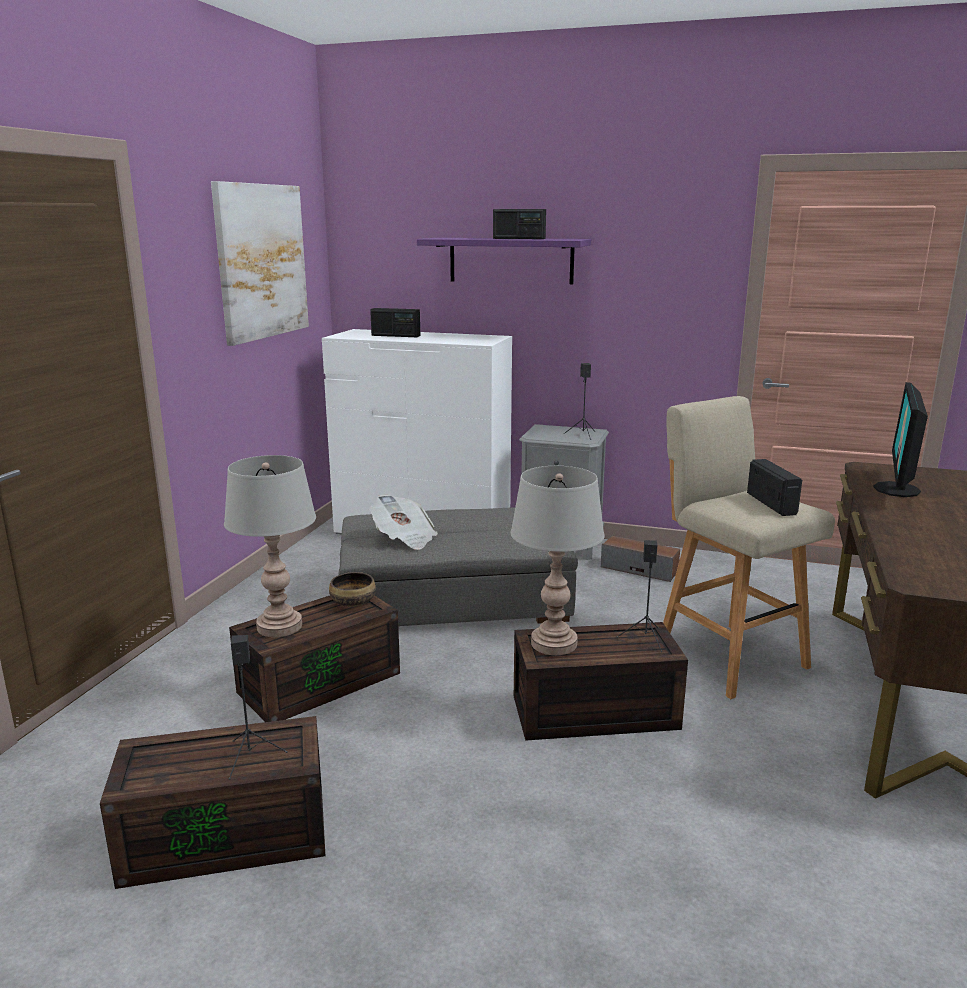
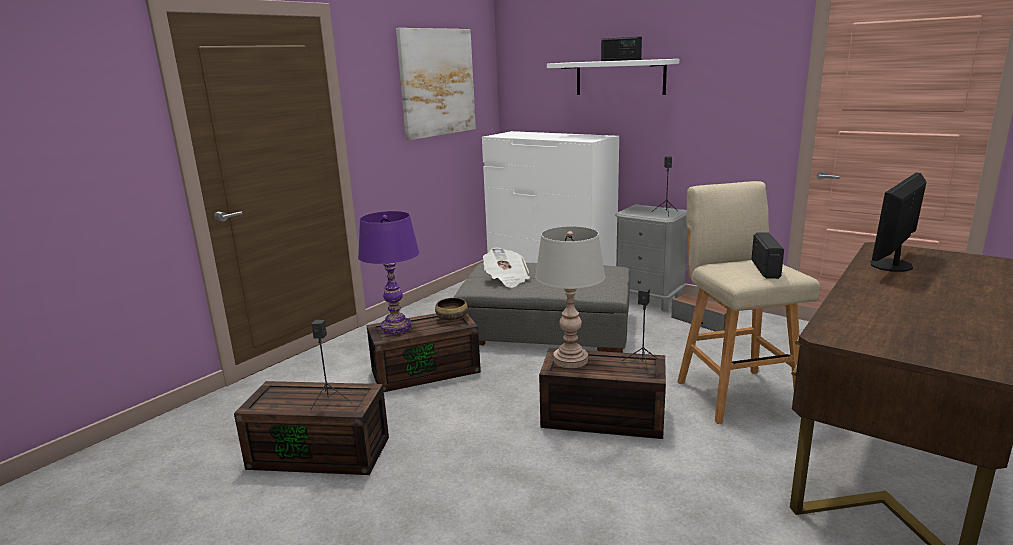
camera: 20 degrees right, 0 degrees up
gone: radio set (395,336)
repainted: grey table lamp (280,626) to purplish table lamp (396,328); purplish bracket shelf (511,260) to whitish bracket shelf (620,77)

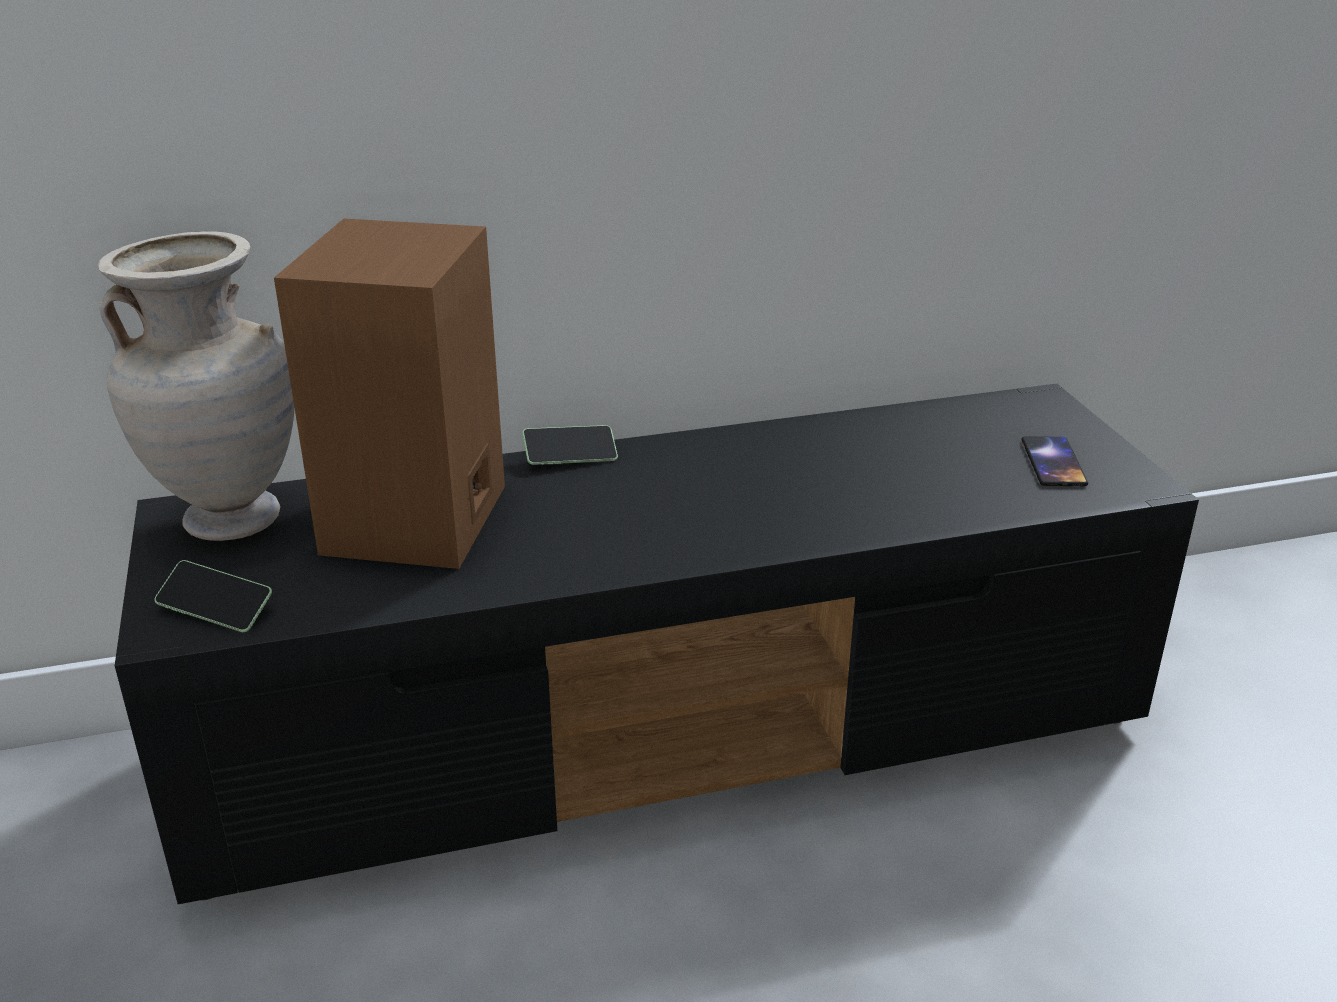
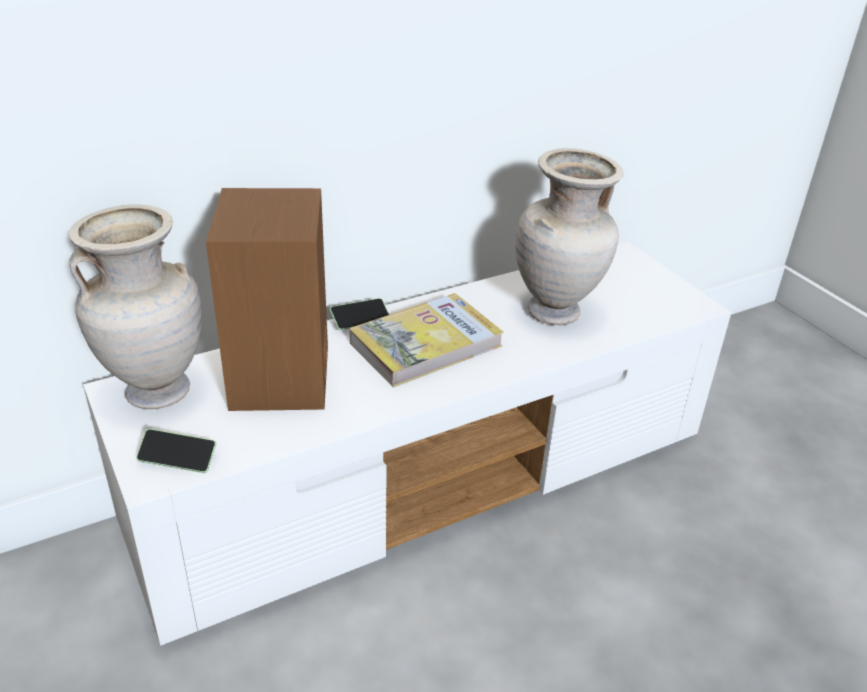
camera: 15 degrees left, 5 degrees up
gone: handset (1053,462)
new: volume (425,344); beige vase (556,313)
repainted: black tv stand (673,729) to whitish tv stand (429,478)

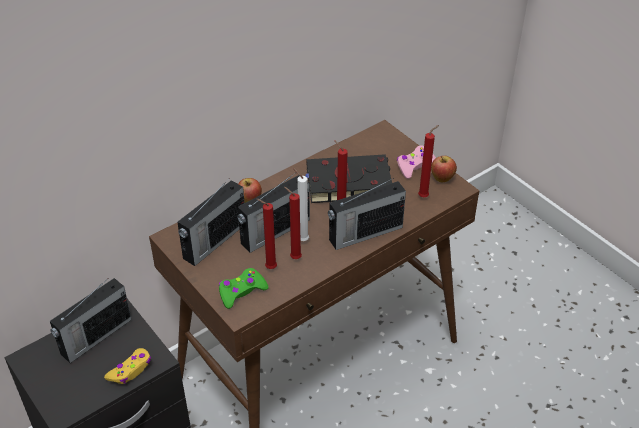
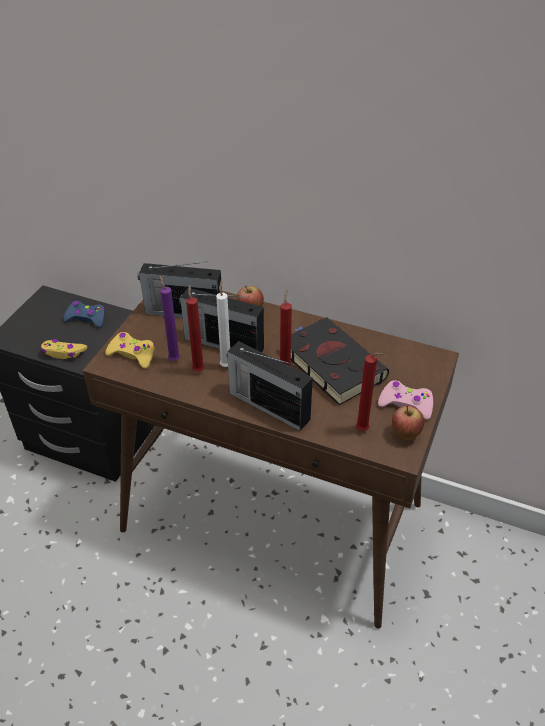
camera: 60 degrees right, 0 degrees up
swapped: radio set (95,337) to bluish game controller (86,318)
repainted: green game controller (241,291) to yellow game controller (132,354); red-coloured candle (269,268) to purplish candle (173,359)

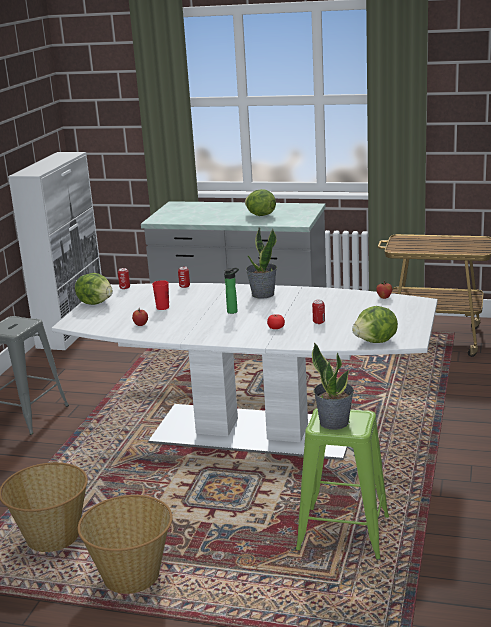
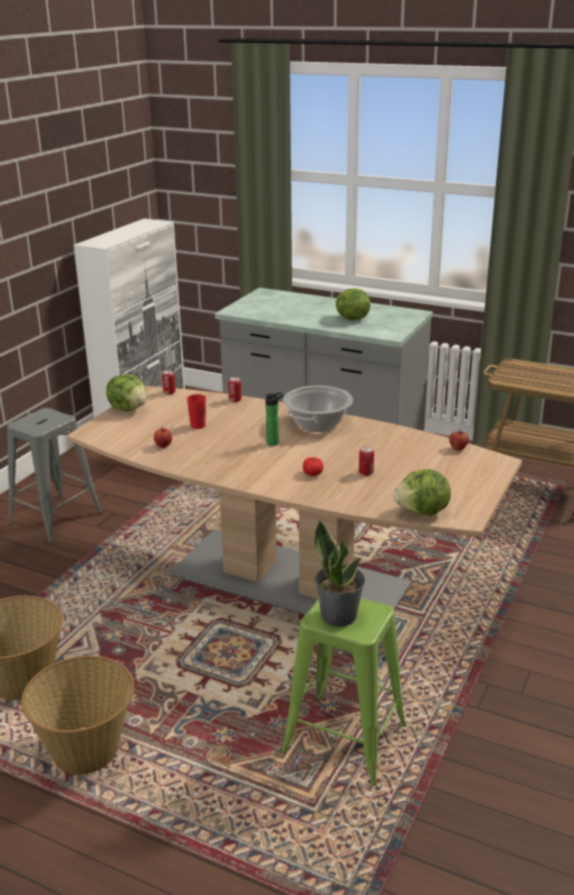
camera: 10 degrees right, 5 degrees up
swapped: houseplant (262,294) to cooking pot (317,424)
repainted: whitish dinner table (252,432) to brownish dinner table (288,580)

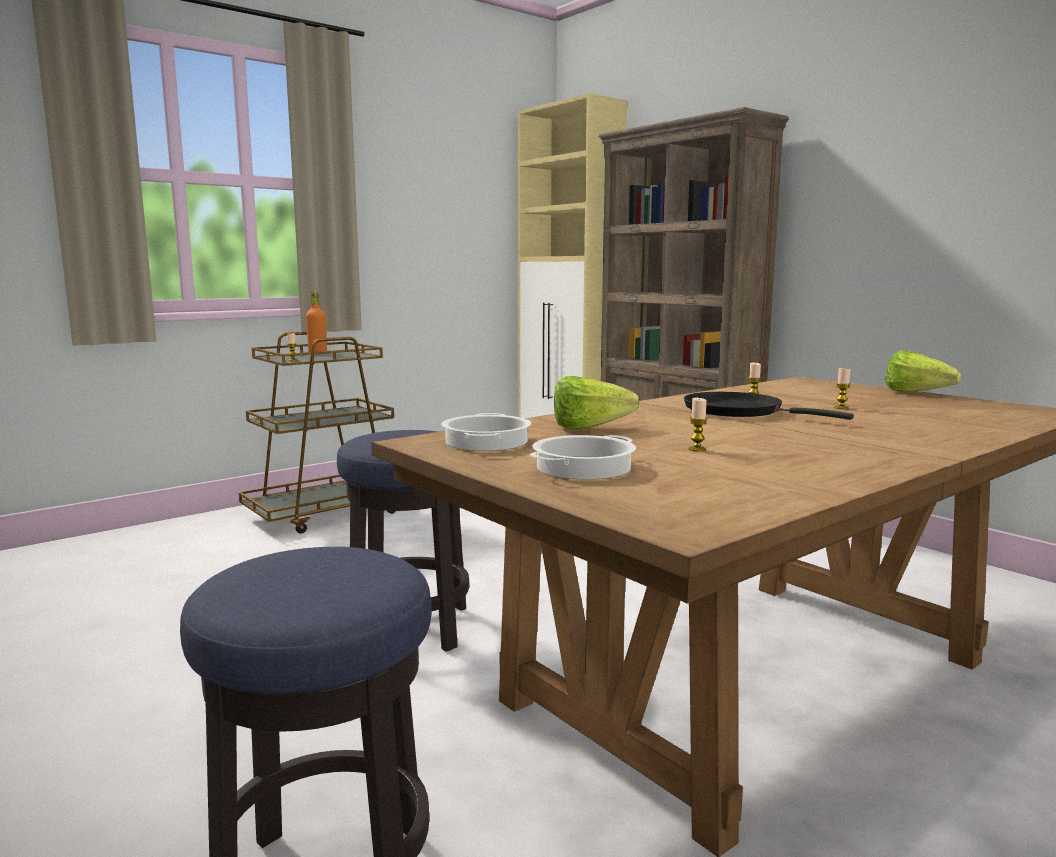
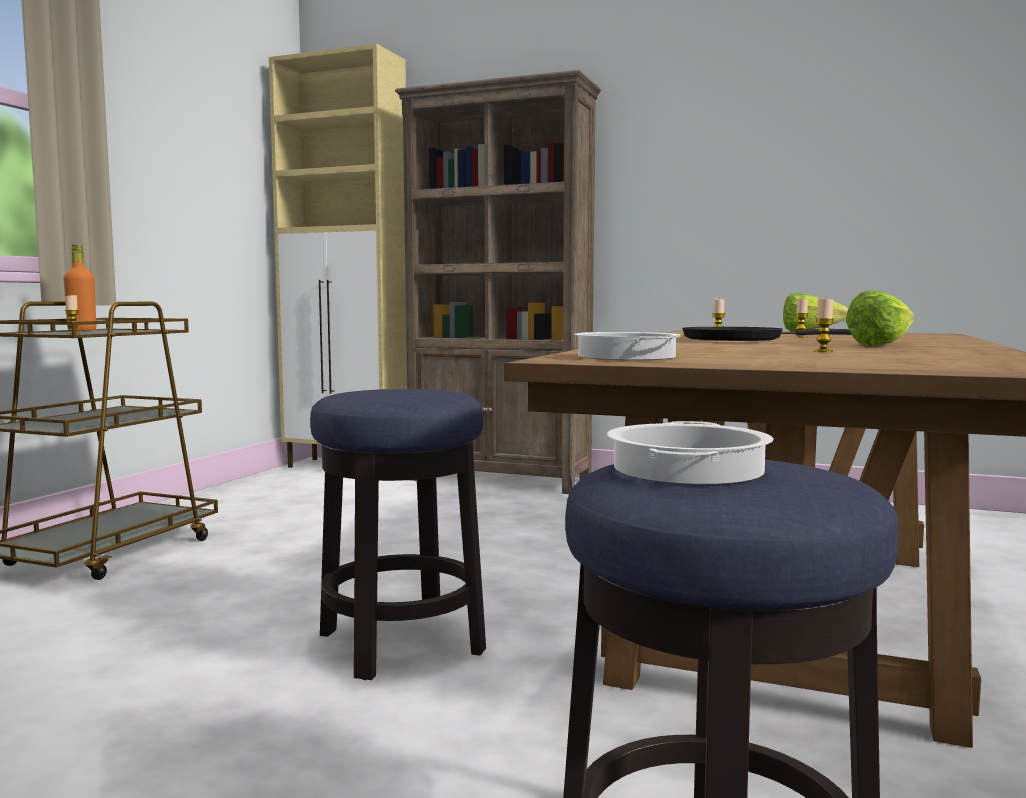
camera: 30 degrees left, 5 degrees down
shifted: cooking pot (583,467) to (686,469); lettuce head (596,428) to (887,344)

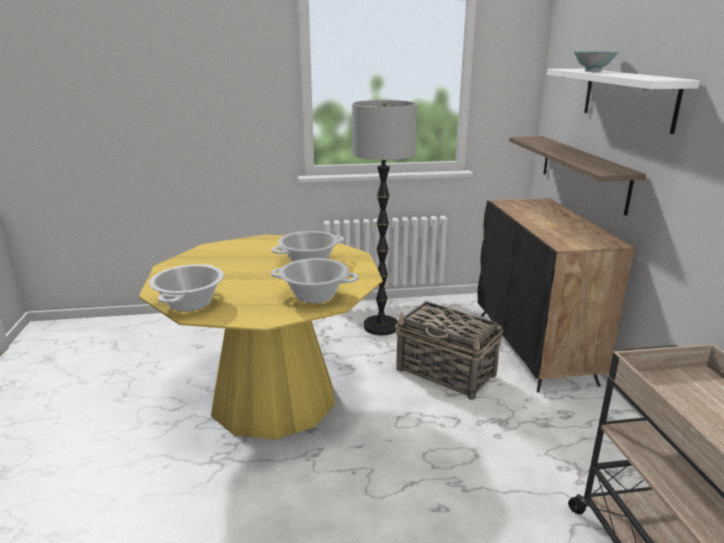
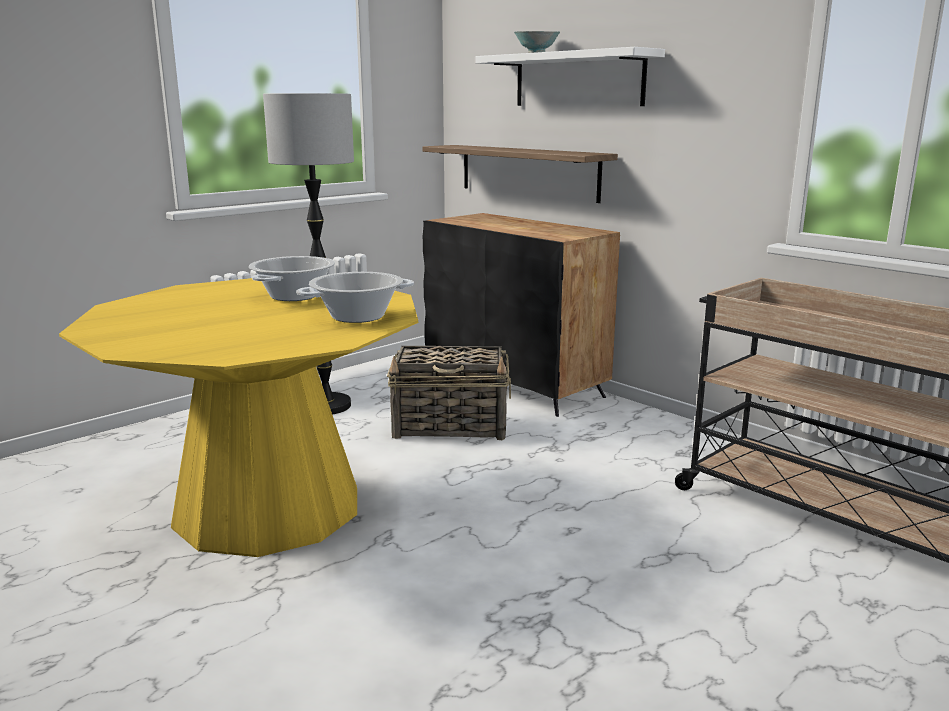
camera: 35 degrees left, 5 degrees down
gone: cooking pot (190,303)

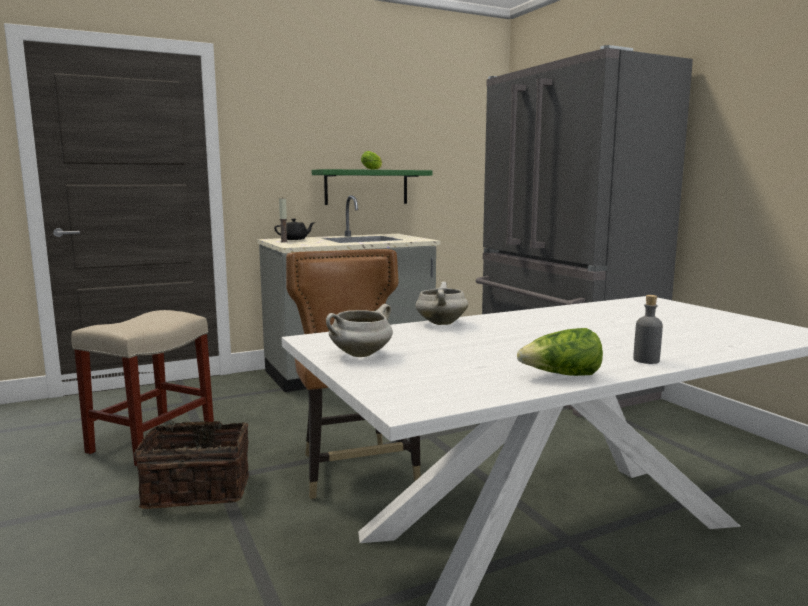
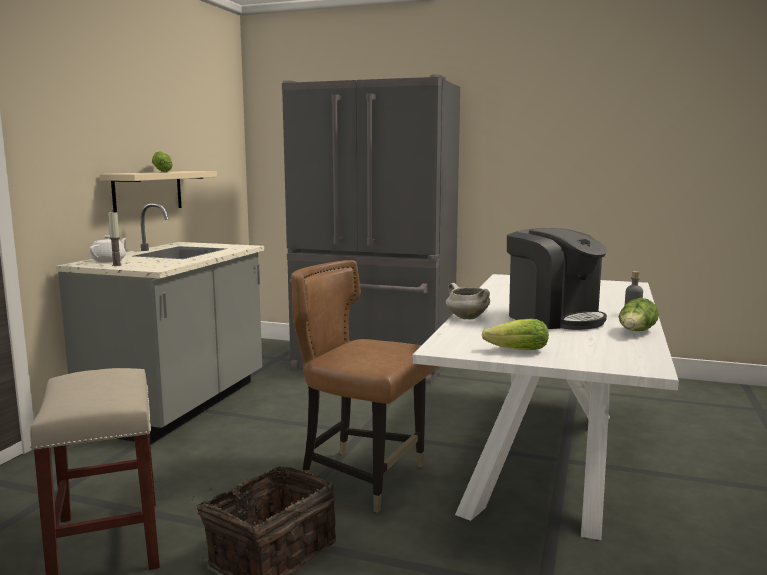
camera: 45 degrees left, 0 degrees up
new: coffee maker (554,317)
swapped: whitish cooking pot (360,355) to lettuce head (513,350)
repainted: black pot for tea (295,239) to whitish pot for tea (109,260); green bracket shelf (366,187) to beige bracket shelf (148,192)

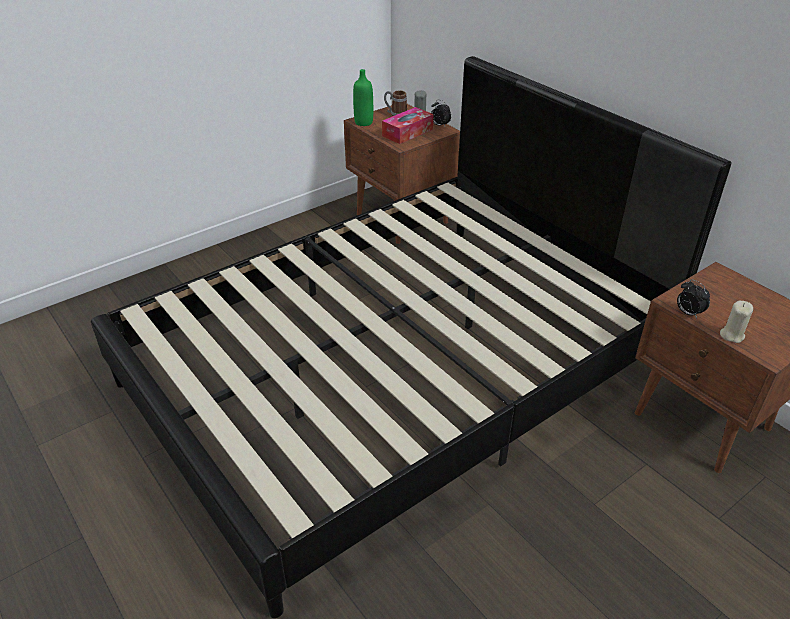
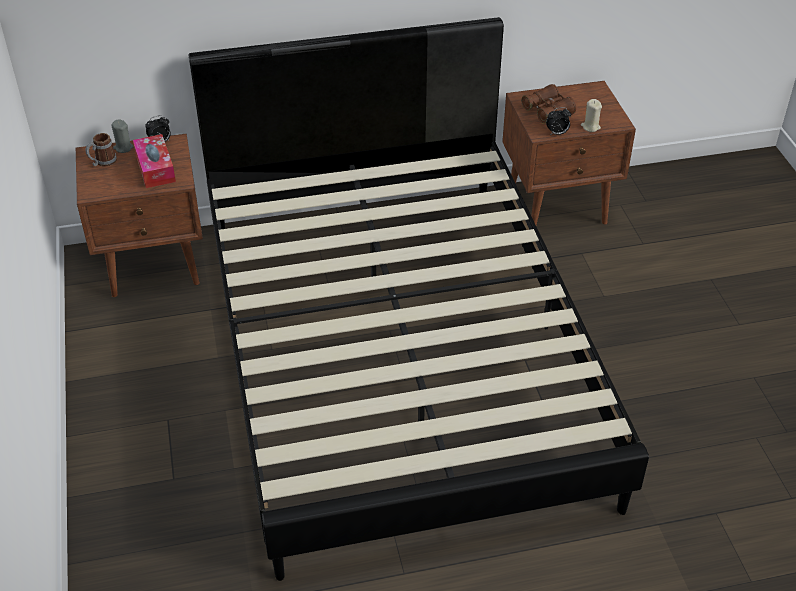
camera: 65 degrees left, 5 degrees up
gone: green bottle (363,122)
new: brownish field glasses (547,111)

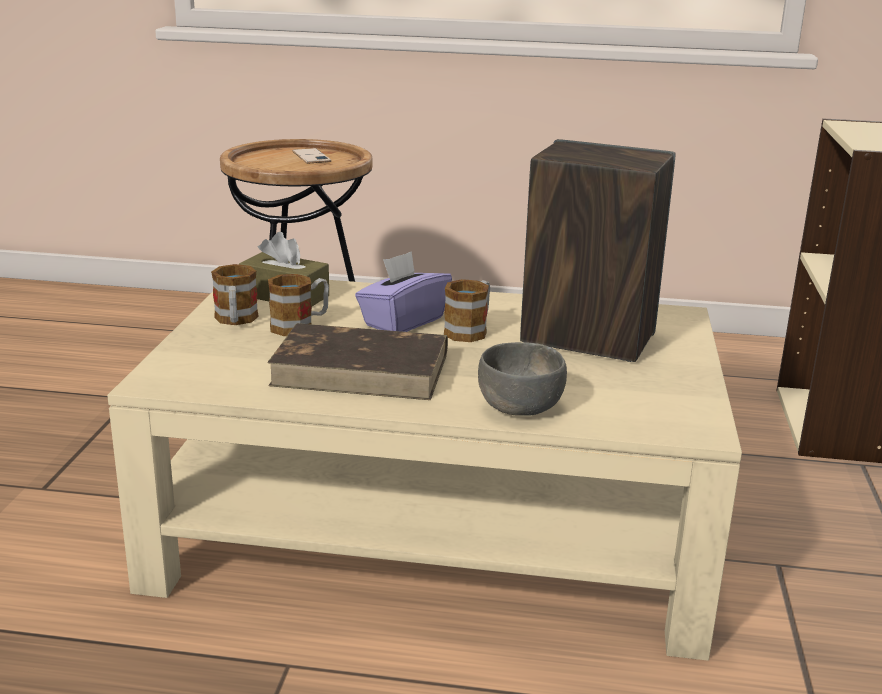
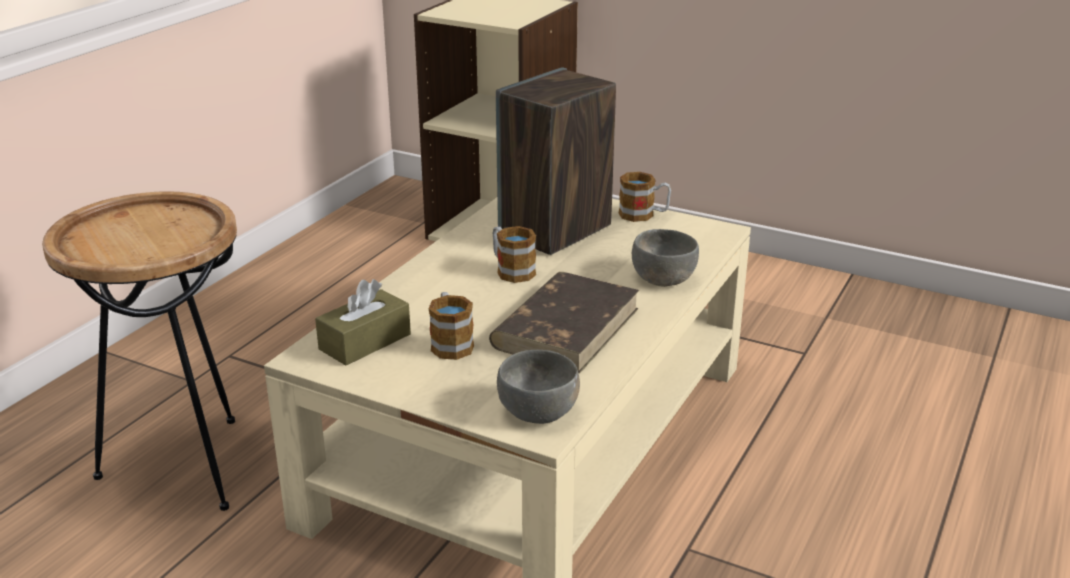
camera: 70 degrees left, 5 degrees up
gone: handset (311,157); purplish tissue holder (403,321)
new: grey deep dish (539,411)
shifted: tea mug (236,320) to (643,215)

